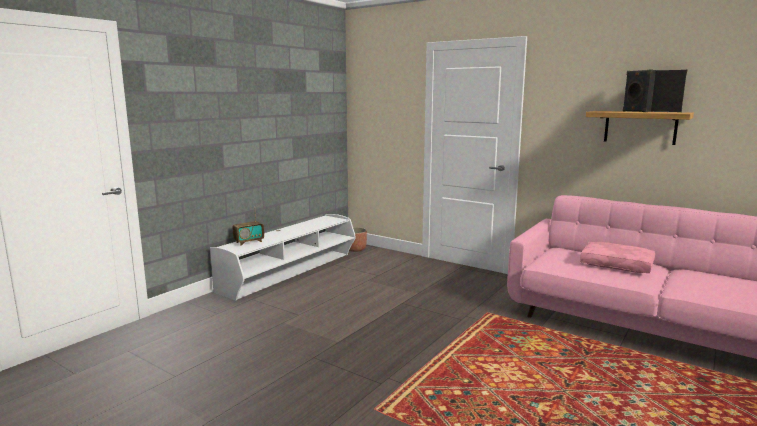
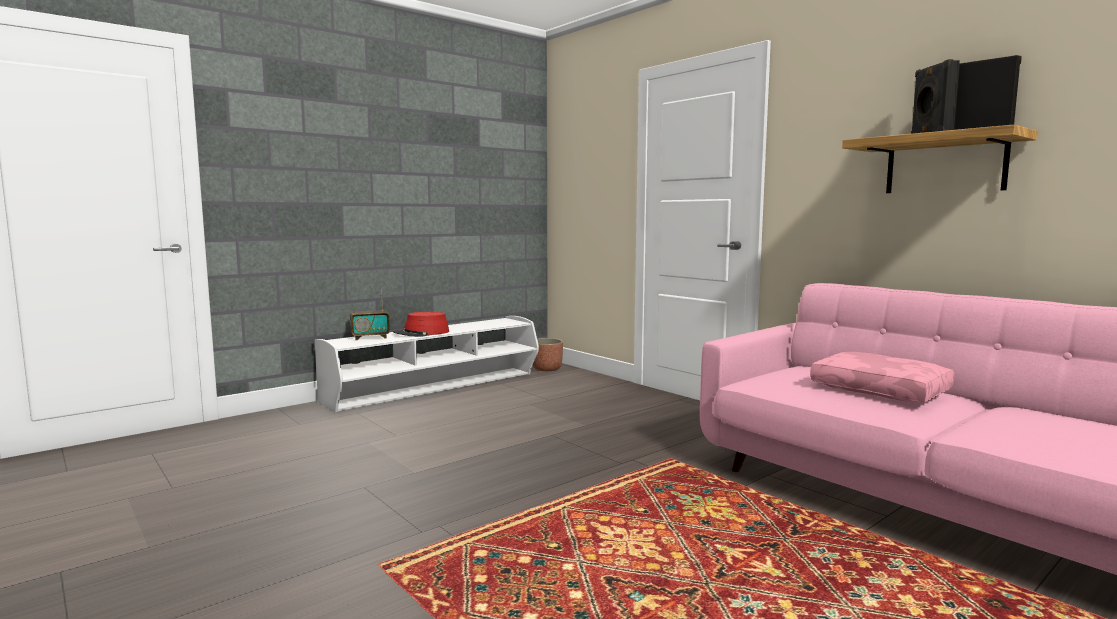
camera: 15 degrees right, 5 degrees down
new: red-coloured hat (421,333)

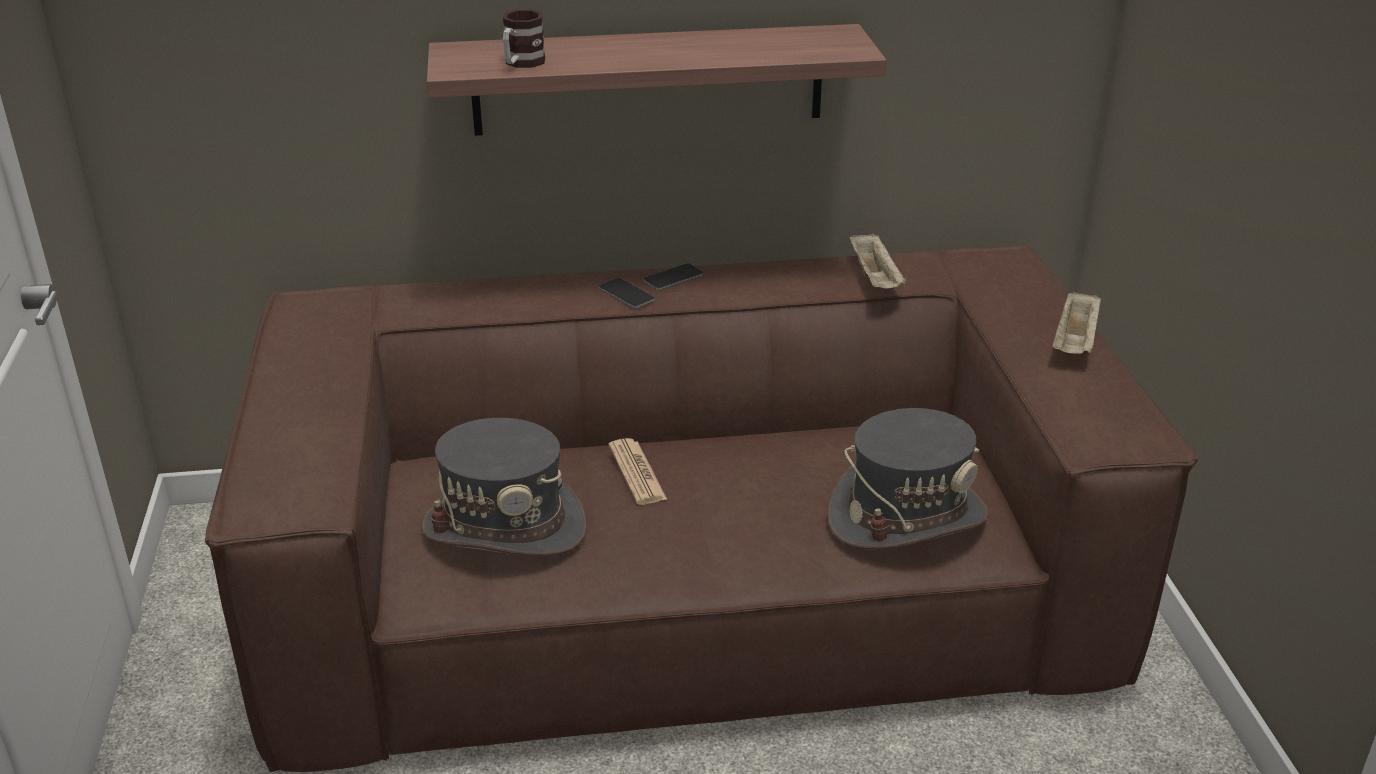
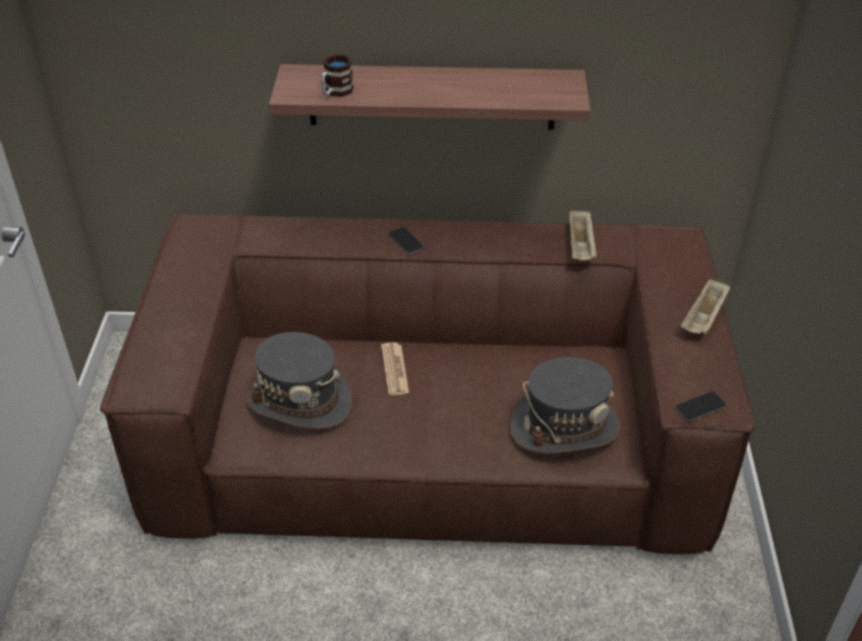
camera: 10 degrees right, 10 degrees up
shifted: handset (673,277) to (700,406)

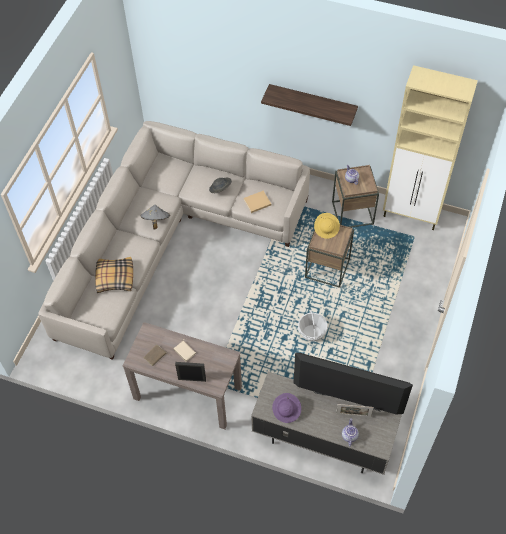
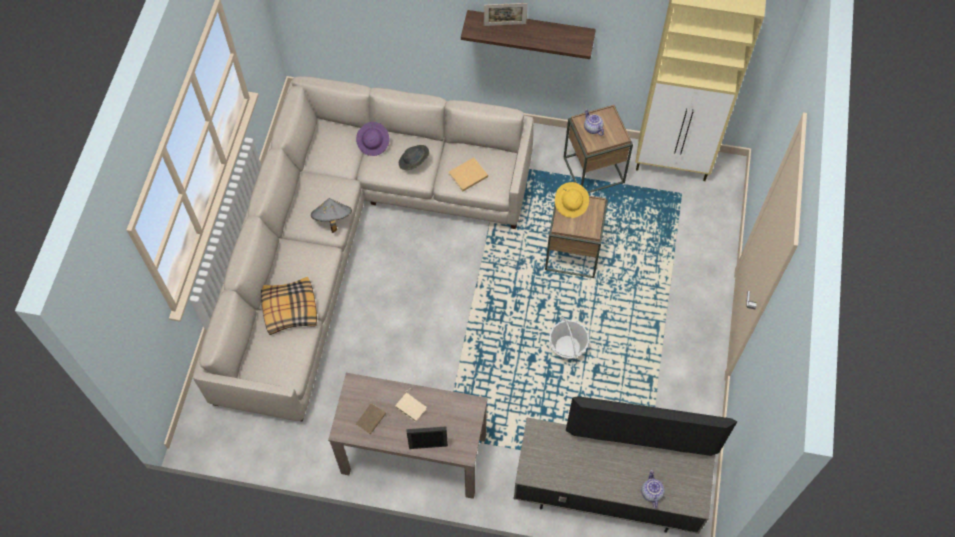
camera: 10 degrees left, 5 degrees up
shifted: purplish hat (287,411) to (373,143); standing frame (353,416) to (505,24)

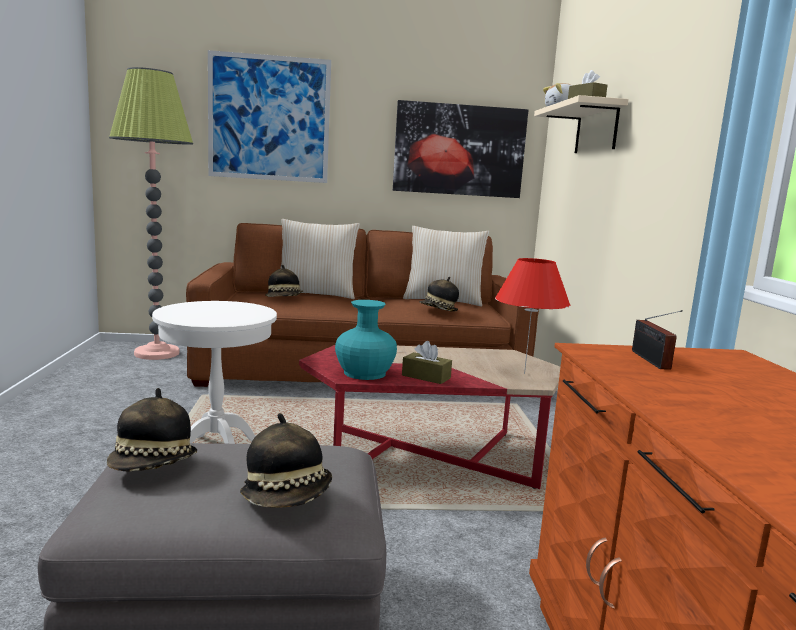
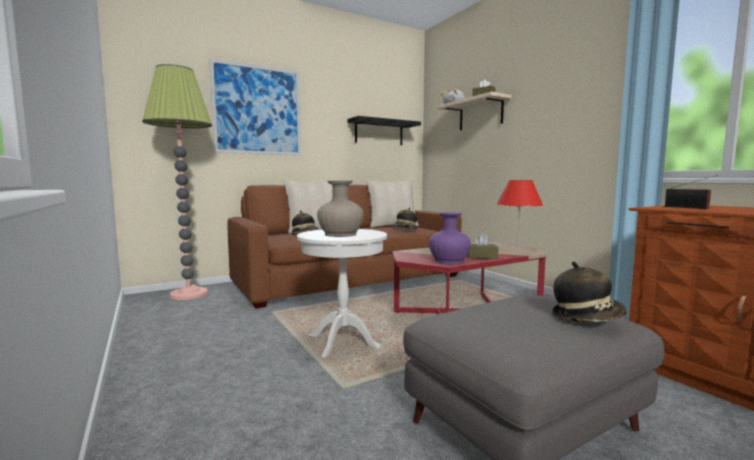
camera: 25 degrees left, 5 degrees down
gone: hat (153,466)
new: beige vase (340,234)
swapped: picture (459,150) to black bracket shelf (379,132)
repainted: turquoise vase (364,373) to purplish vase (449,260)

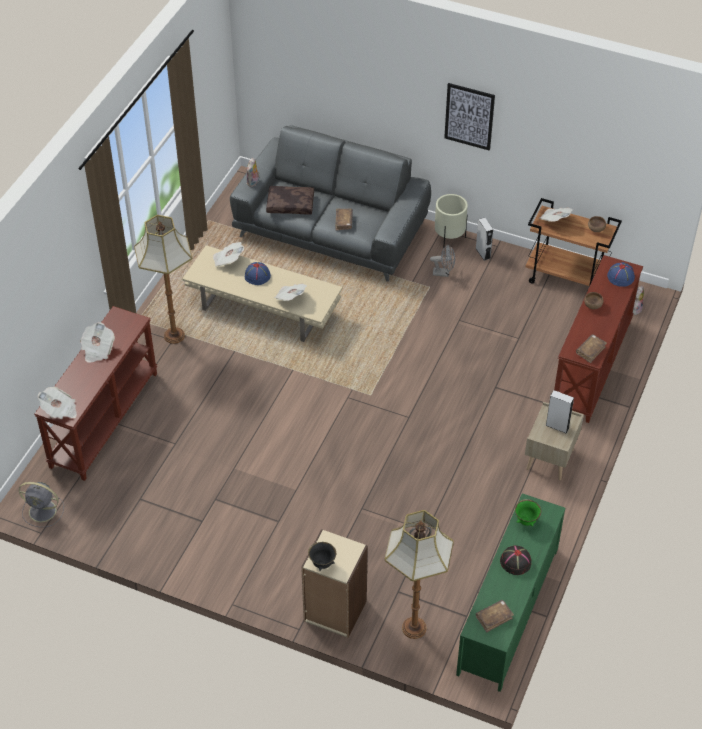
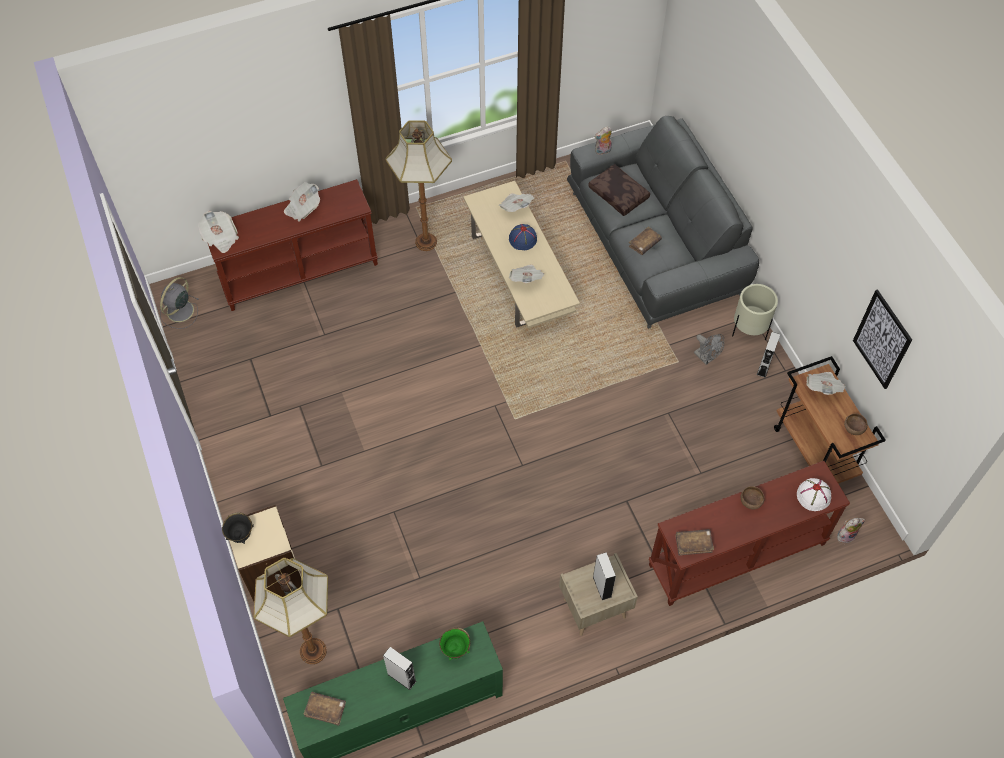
camera: 45 degrees right, 10 degrees up
shifted: picture (469,116) to (882,339)
swapped: black hat (515,562) to grey loudspeaker (401,677)
repainted: bluish hat (621,276) to whitish hat (813,496)
rotated: grey electric fan (44,511) = (179,312) 60 degrees clockwise

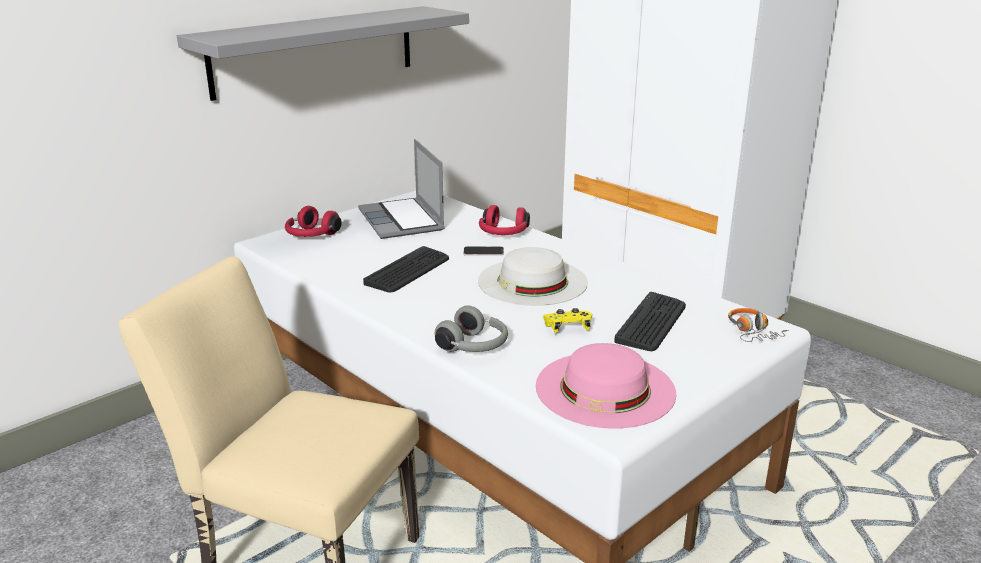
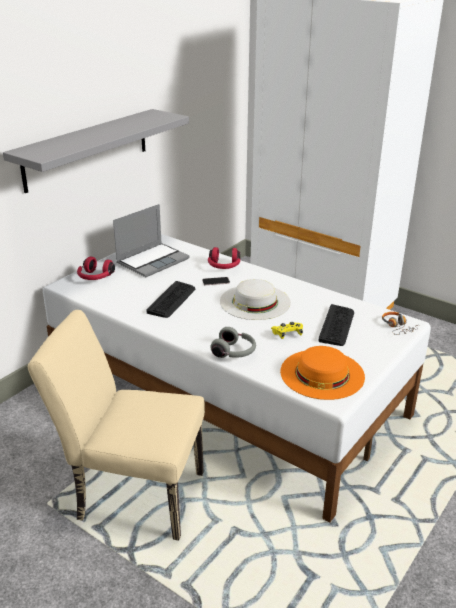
camera: 10 degrees left, 5 degrees up
repainted: pink hat (605,388) to orangey hat (322,374)
rotated: notebook computer (402,221) = (153,261) 105 degrees counterclockwise

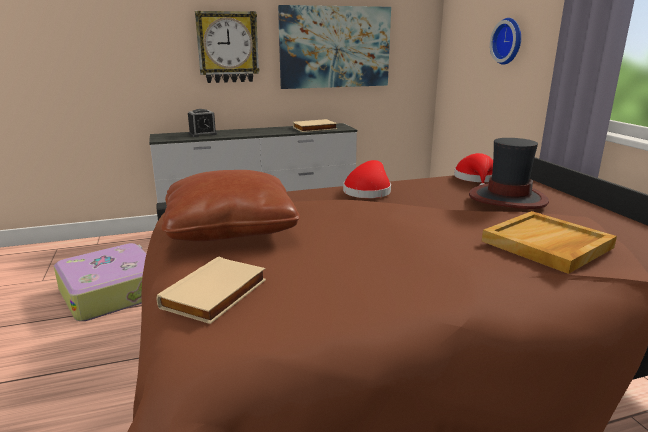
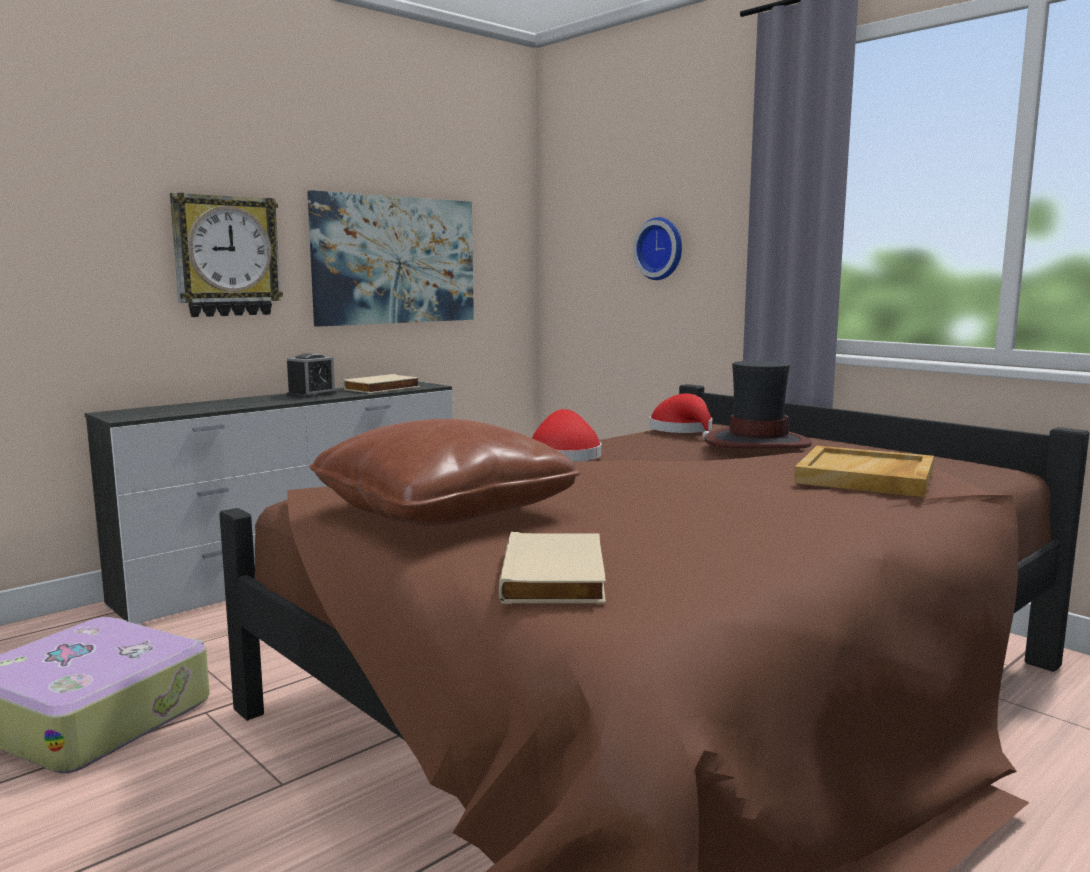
camera: 25 degrees left, 10 degrees down
shifted: alarm clock (202,134) to (312,394)

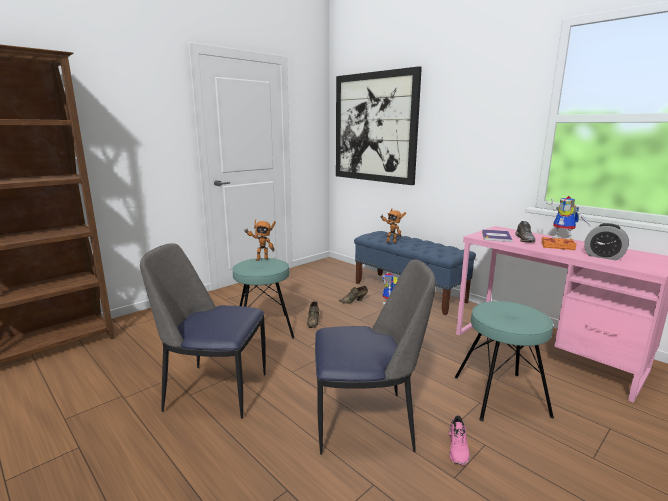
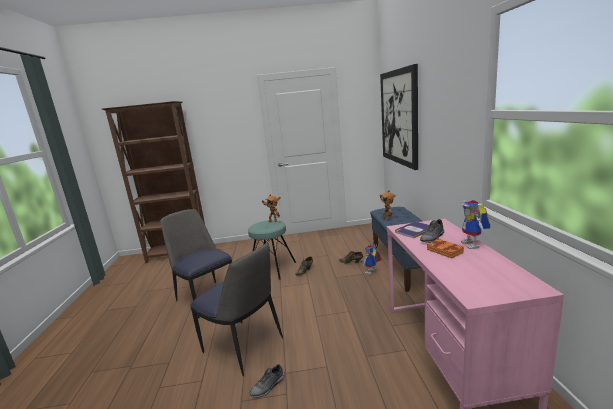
camera: 40 degrees right, 0 degrees up
gone: turquoise stool seat (500,396); alarm clock (603,256)
repainted: pink item of footwear (458,448) to grey item of footwear (268,387)

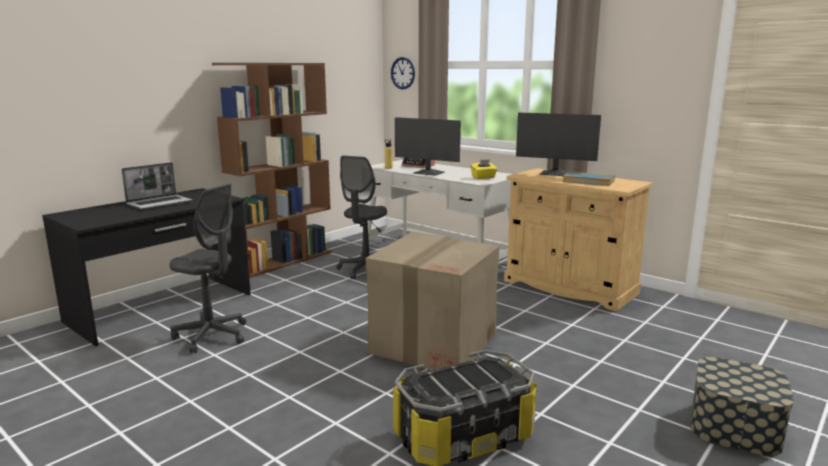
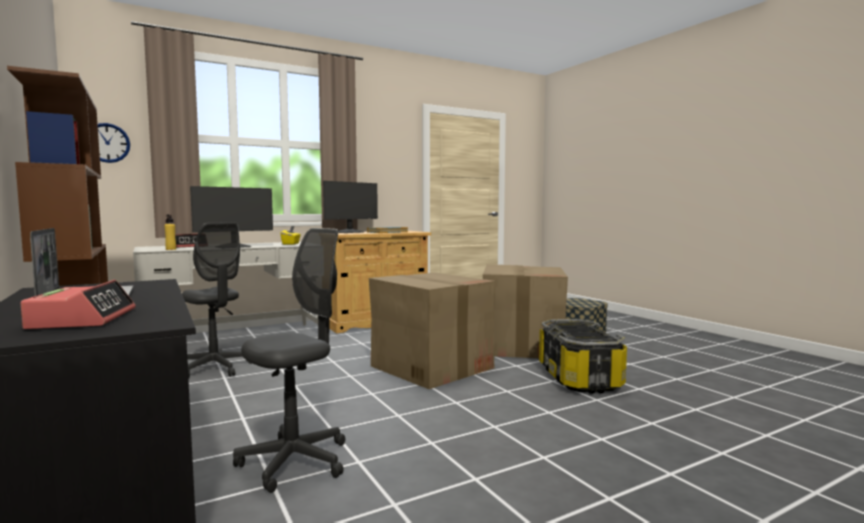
camera: 70 degrees left, 10 degrees down
new: alarm clock (83,319); carton (522,346)

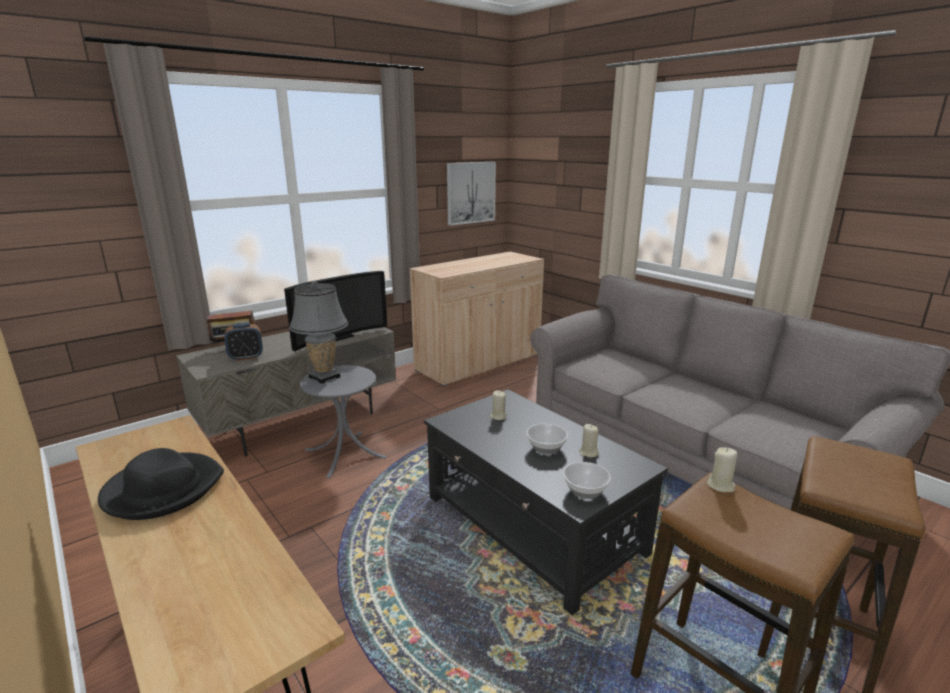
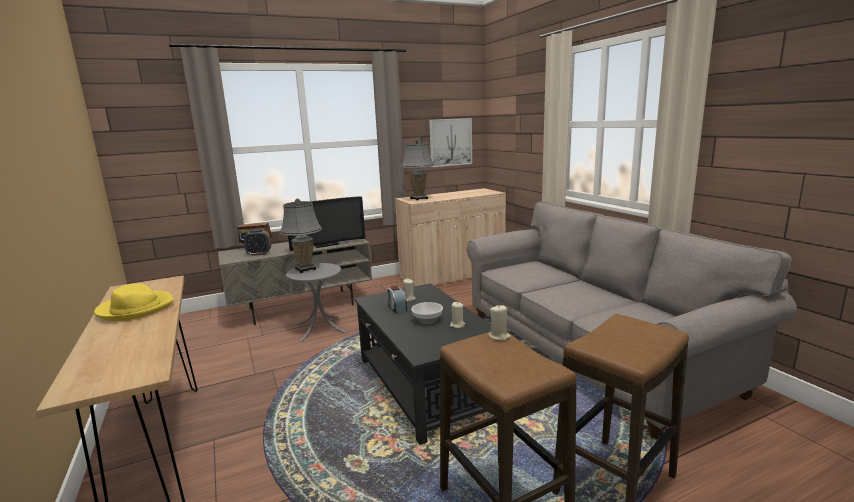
camera: 15 degrees right, 5 degrees down
gone: deep dish (585,491)
new: alarm clock (397,308); grey table lamp (419,198)
repainted: black hat (163,489) to yellow hat (136,308)

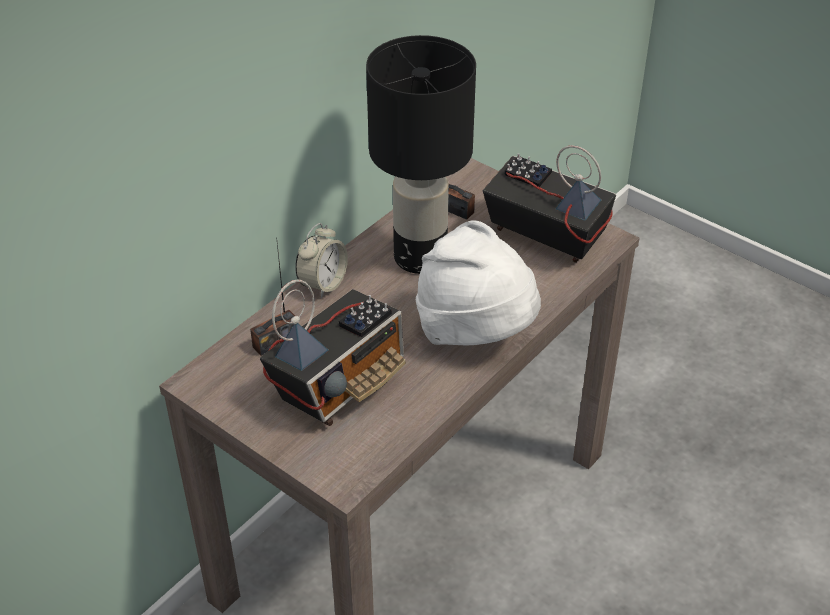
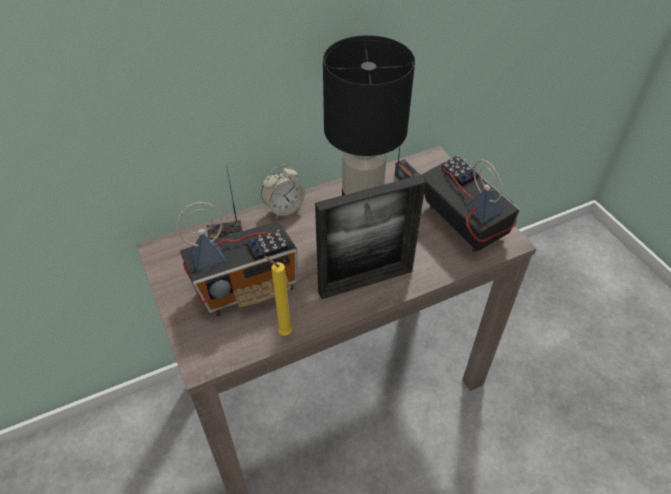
camera: 25 degrees right, 5 degrees up
new: yellow candle (283,332)
swapped: whitish hat (475,332) to standing frame (365,281)

